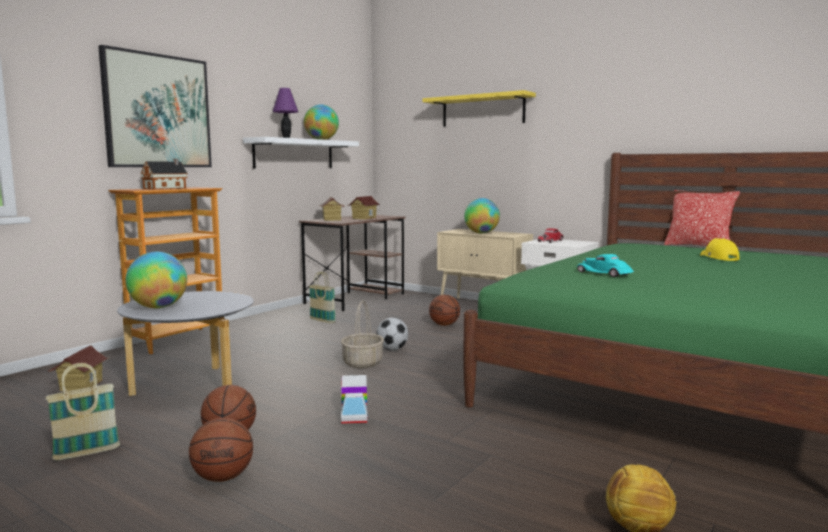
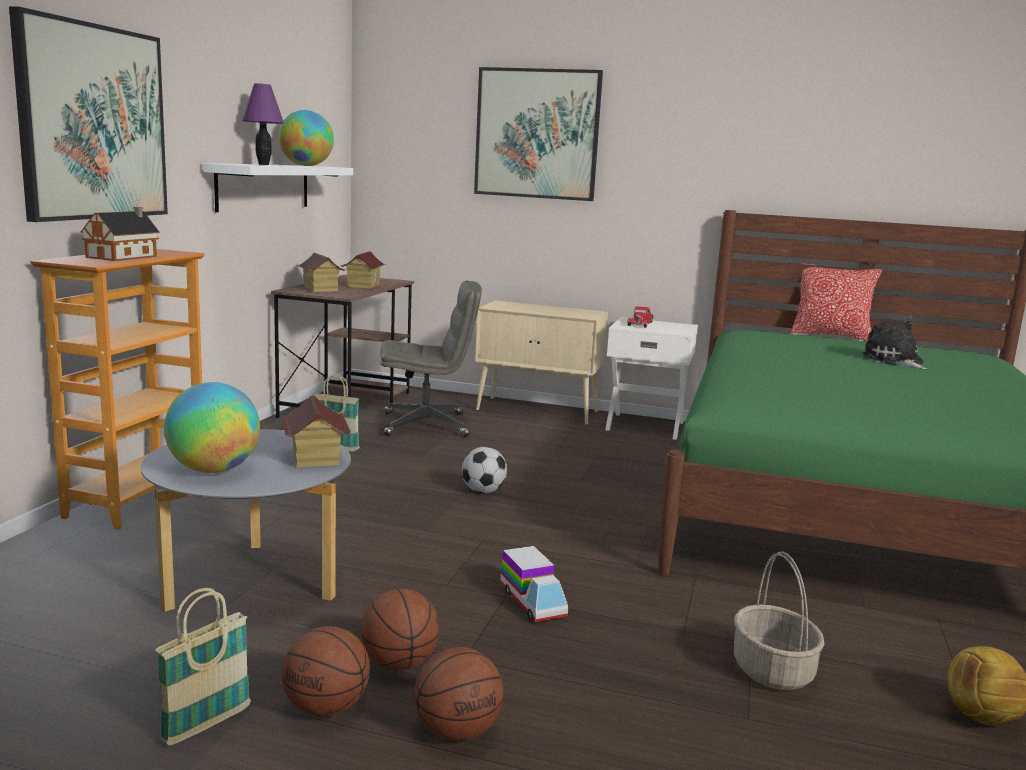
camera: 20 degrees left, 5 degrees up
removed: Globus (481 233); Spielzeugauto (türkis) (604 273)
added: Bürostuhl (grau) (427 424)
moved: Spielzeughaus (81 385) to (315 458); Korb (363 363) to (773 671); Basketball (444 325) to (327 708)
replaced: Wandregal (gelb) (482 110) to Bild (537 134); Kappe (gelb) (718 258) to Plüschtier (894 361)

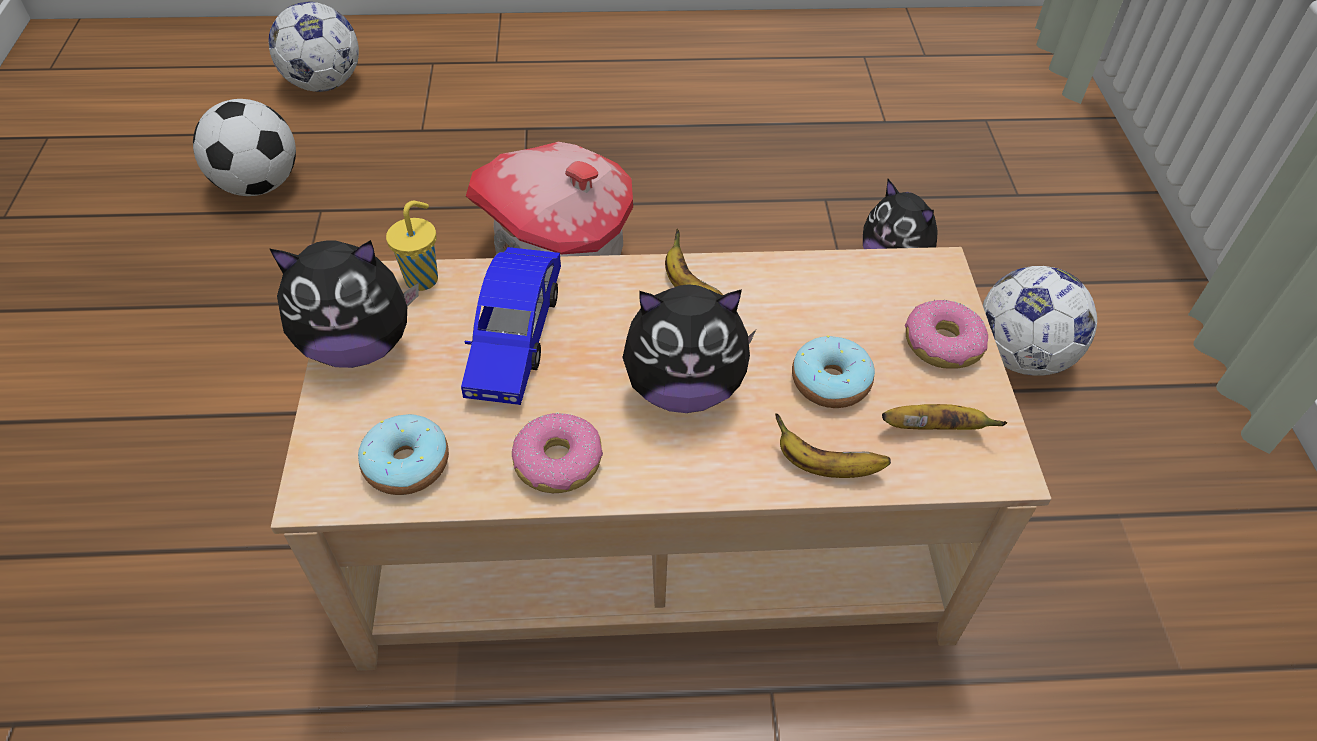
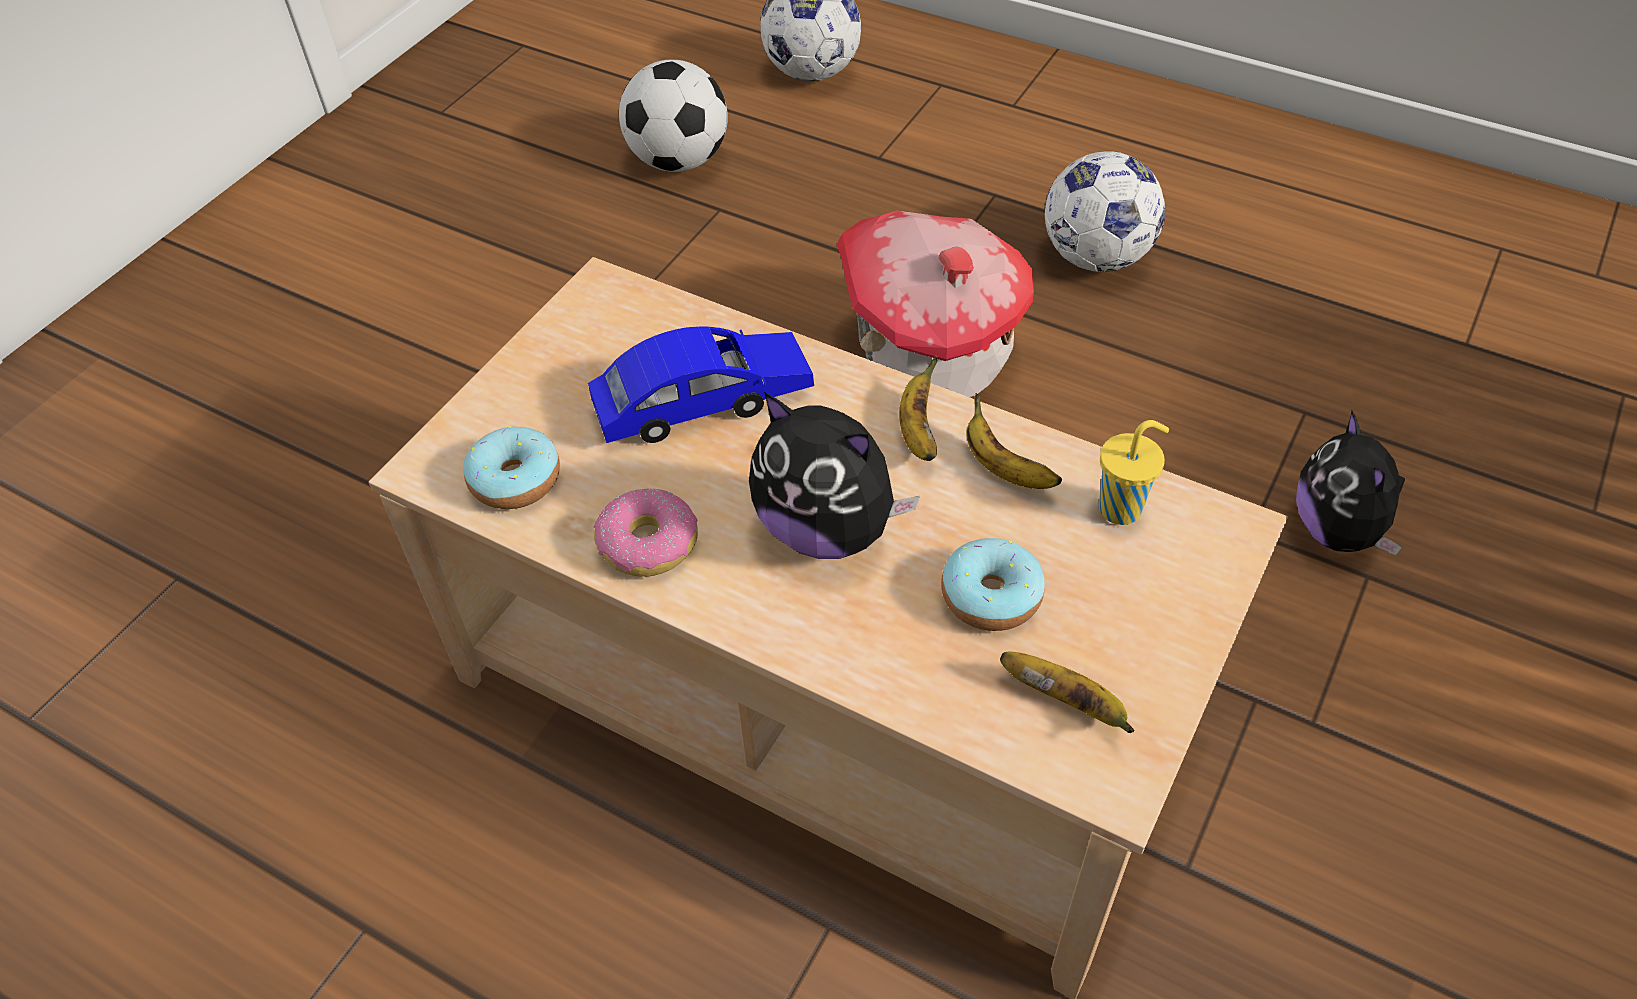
camera: 35 degrees right, 0 degrees up
removed: Plüschtier (358 345); Donut (941 344)
moved: Tasse (gelb) (423 278) to (1122 508); Banane (825 467) to (1004 468); Fußball (1021 356) to (1097 258)
turned: Spielzeugauto (blau) (516 337) = (704 402) 150 degrees counterclockwise

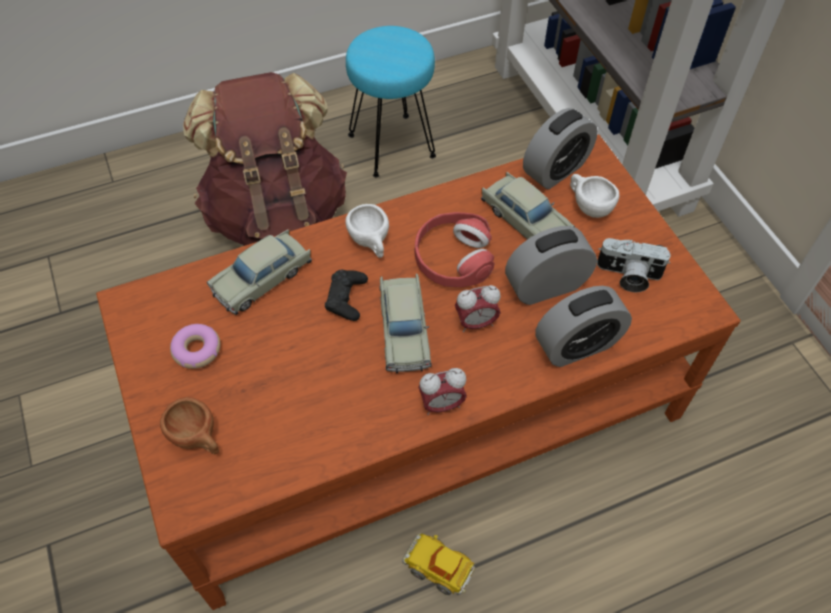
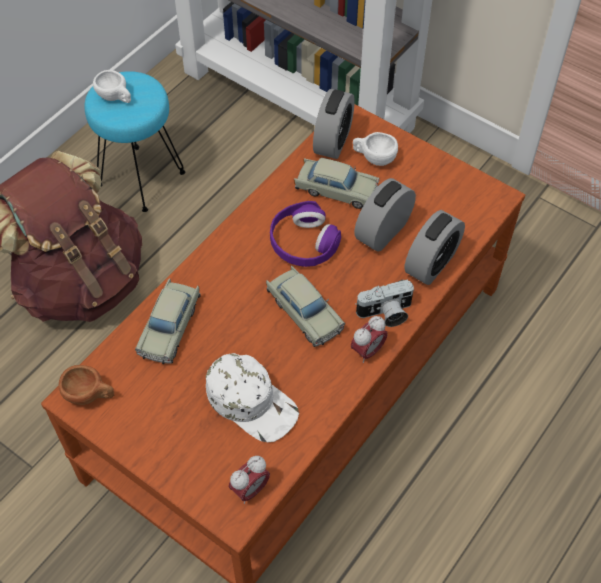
camera: 30 degrees left, 0 degrees up
removed: Donut (197 350); Gamepad (schwarz) (346 298); Spielzeugauto (439 567)
added: Kappe (weiß) (252 401)
moved: Tasse (braun) (198 438) to (90 395); Tasse (weiß) (371 242) to (115 97); Wecker (475 323) to (250 489); Kamera (628 276) to (386 314)
recoloured: Kopfhörer (rot) (453 258) to Kopfhörer (lila) (303 242)

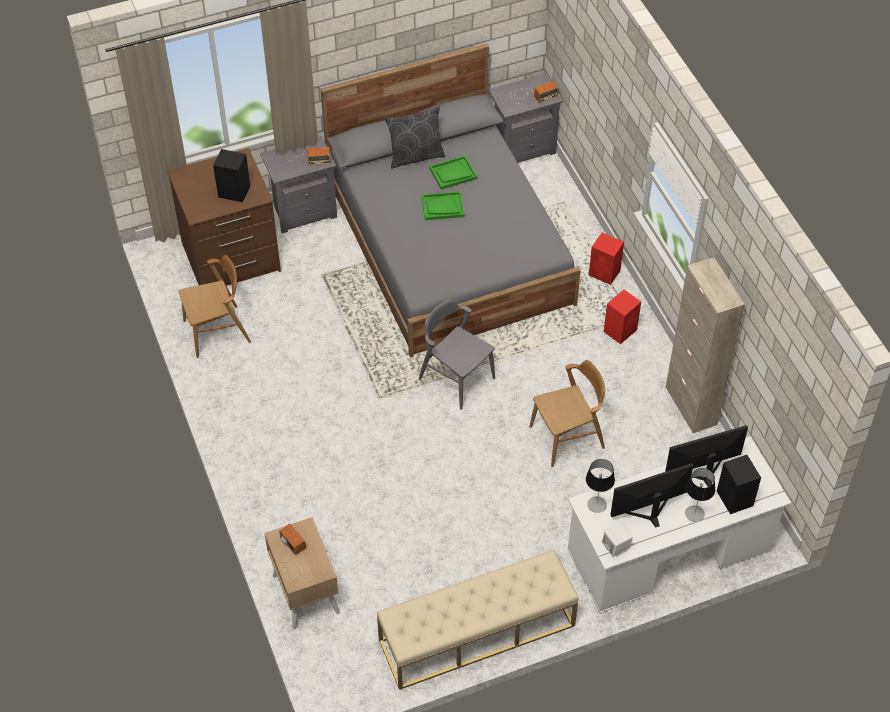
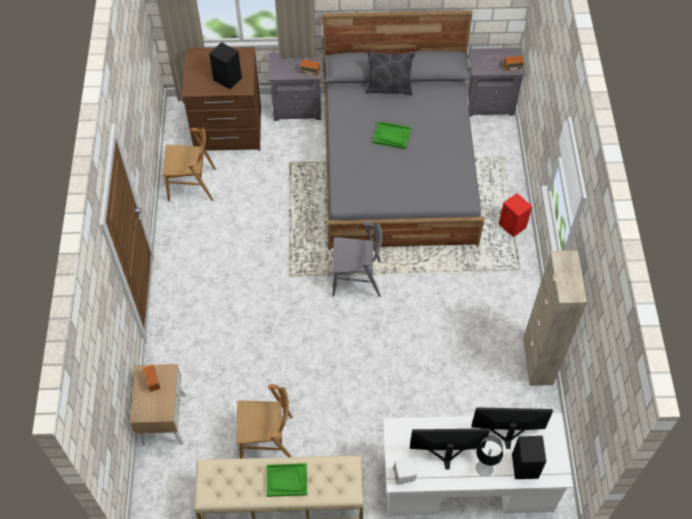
camera: 20 degrees right, 5 degrees up
removed: Tischlampe (596 504); Lautsprecher (rot) (620 330)
moved: Tablett (grün) (453 173) to (286 480); Stuhl (braun) (567 437) to (267 439)
turned: Stuhl (grau) (456 378) = (357 278) 120 degrees clockwise

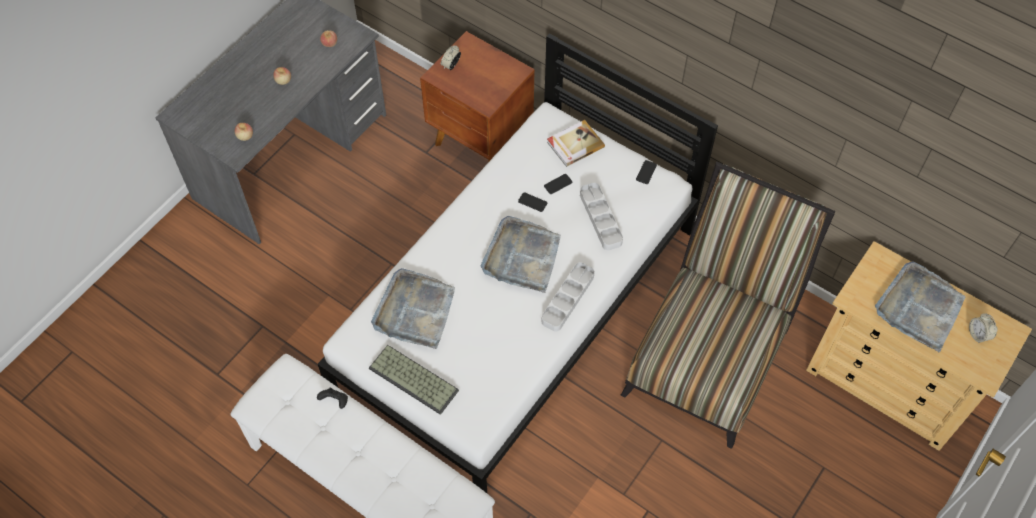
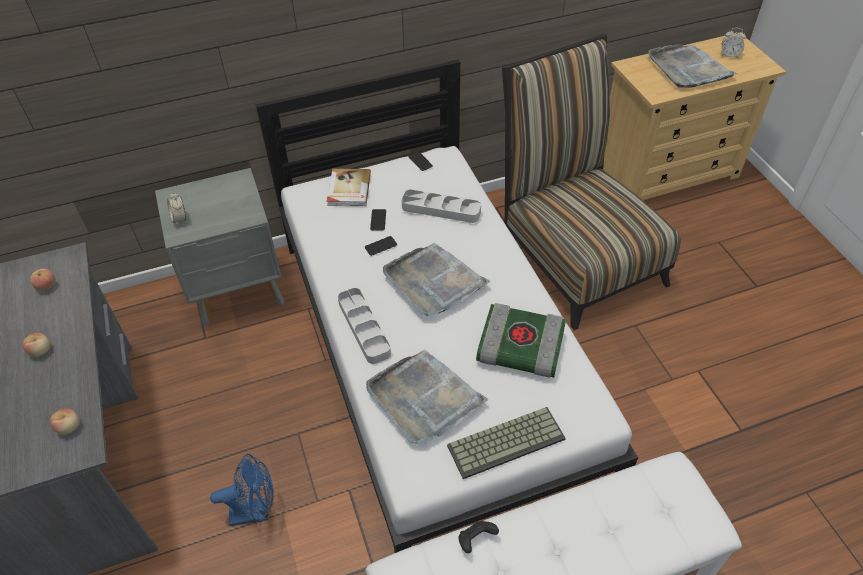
camera: 55 degrees left, 10 degrees down
added: Ventilator (blau) (256 511); Buch (519 349)
moved: Tablett (grau) (568 299) to (364 328)
recoloured: Nachttisch (braun) (482 142) to Nachttisch (grau) (239 290)

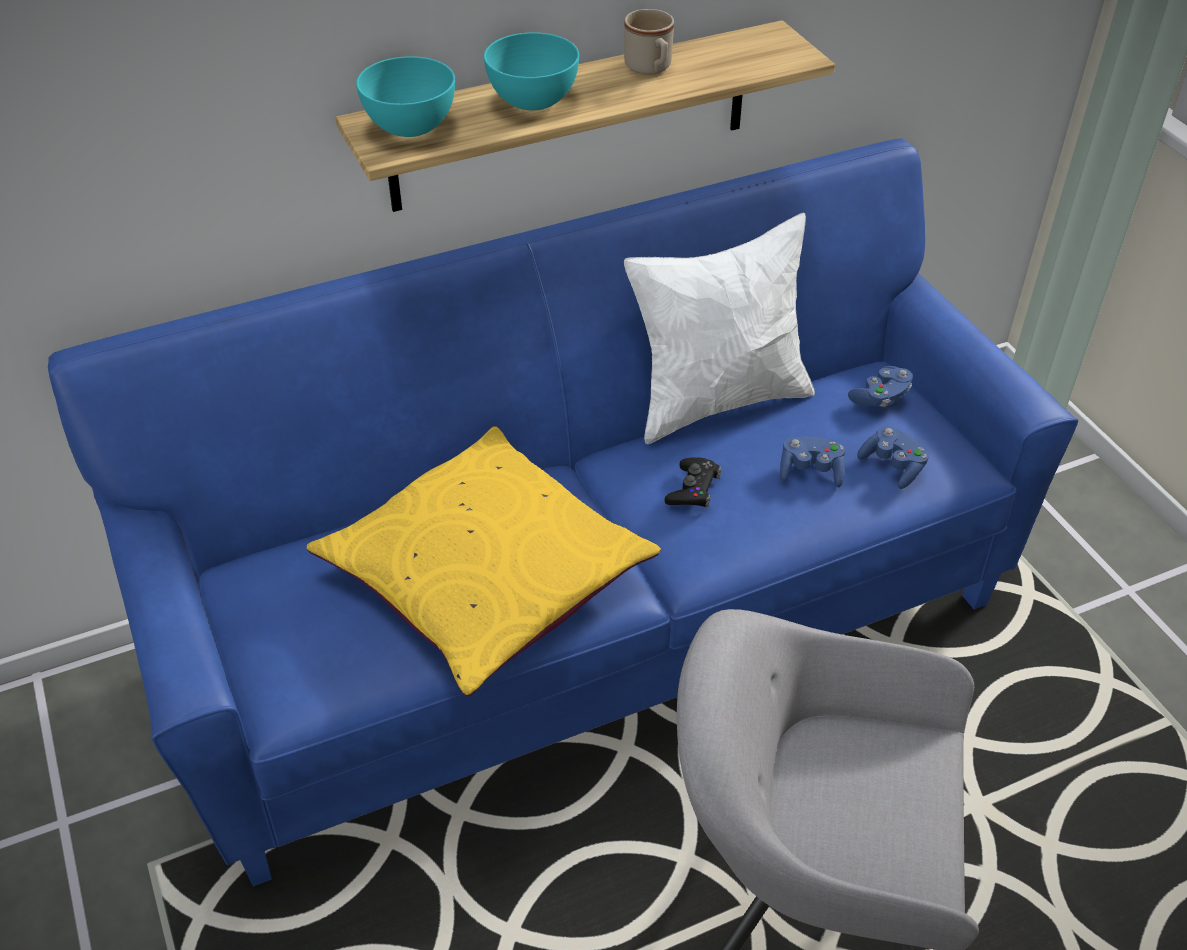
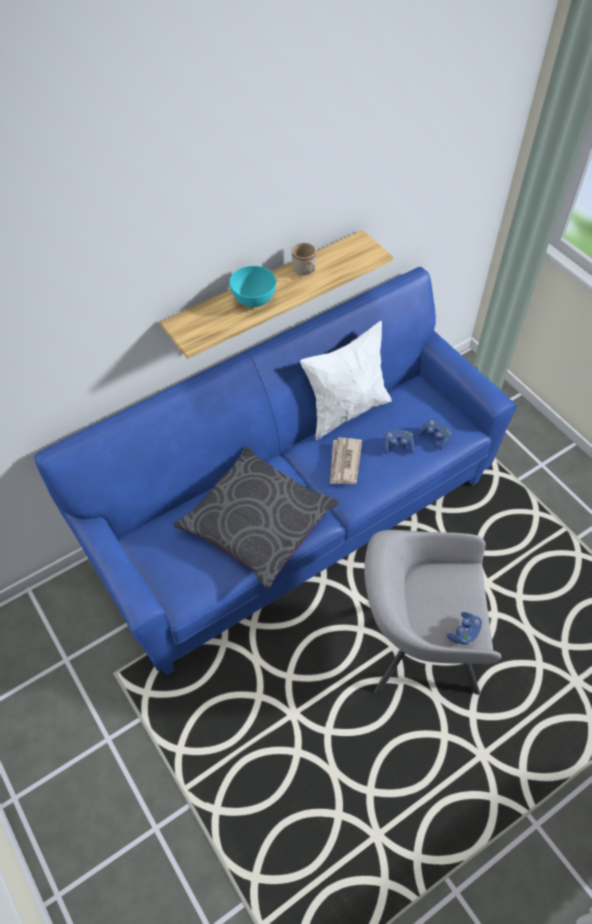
camera: 10 degrees left, 10 degrees up
removed: Schüssel (türkis) (411 127)
moved: Gamepad (blau) (880 398) to (464 633)
replaced: Gamepad (schwarz) (693 489) to Zeitung (344 462)
recoloured: Kissen (gelb) (485 575) to Kissen (grau) (257 523)

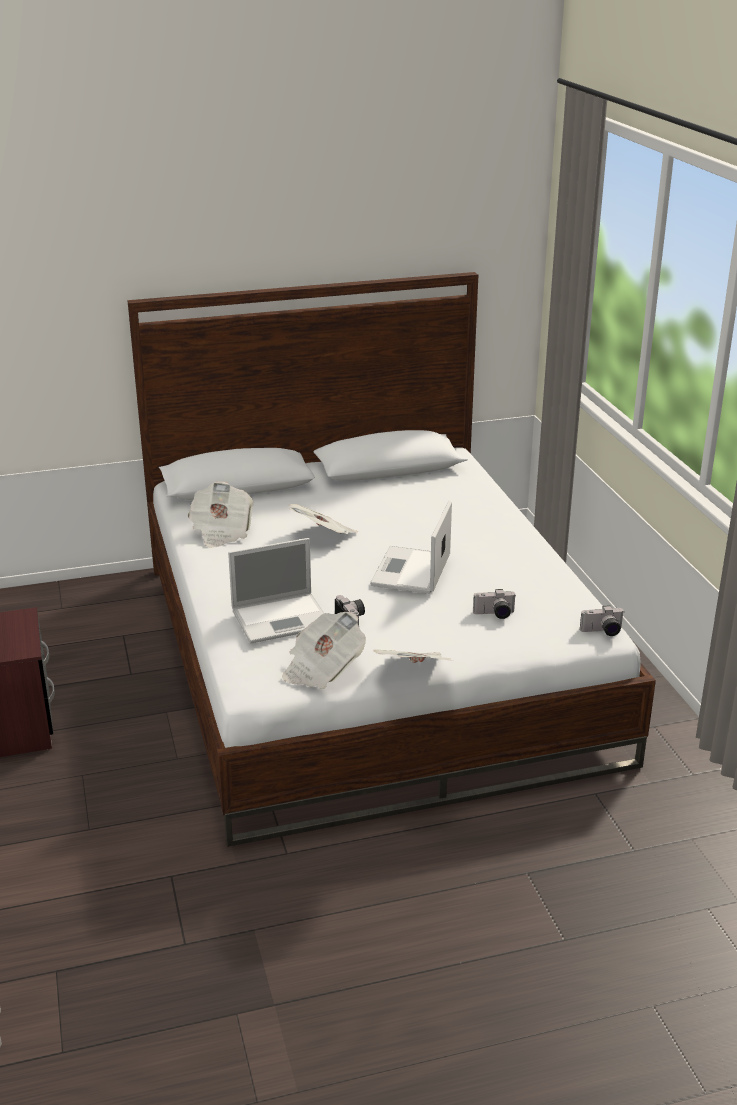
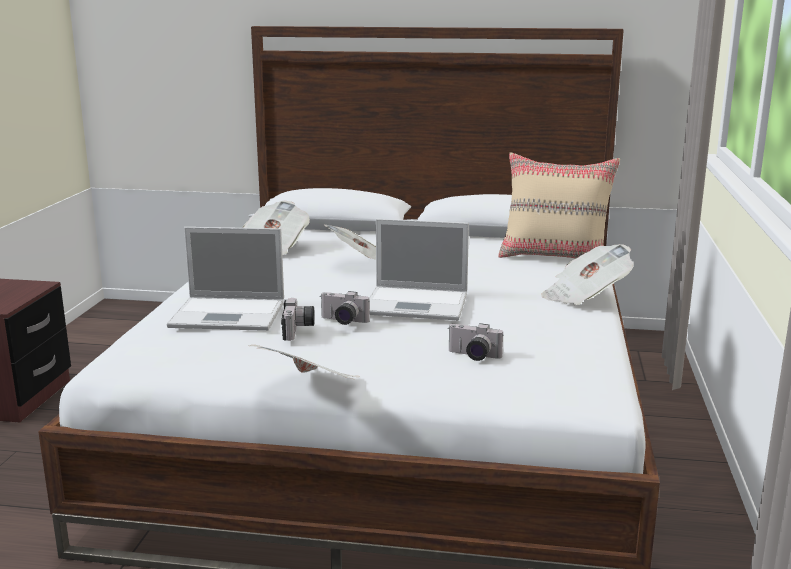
camera: 25 degrees right, 10 degrees down
added: Kissen (beige) (555 257)
moved: Zeitung (322 669) to (585 296); Kamera (602 632) to (342 321)
turned: Laptop (411 572) = (418 304) 120 degrees counterclockwise

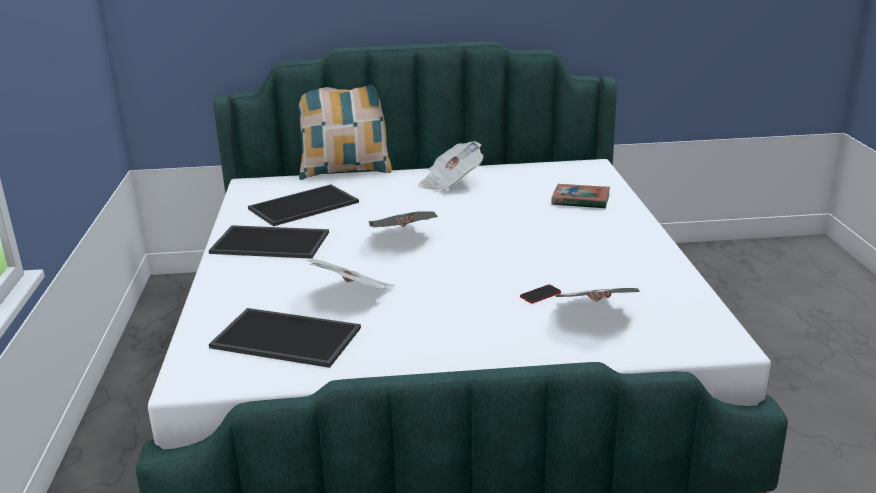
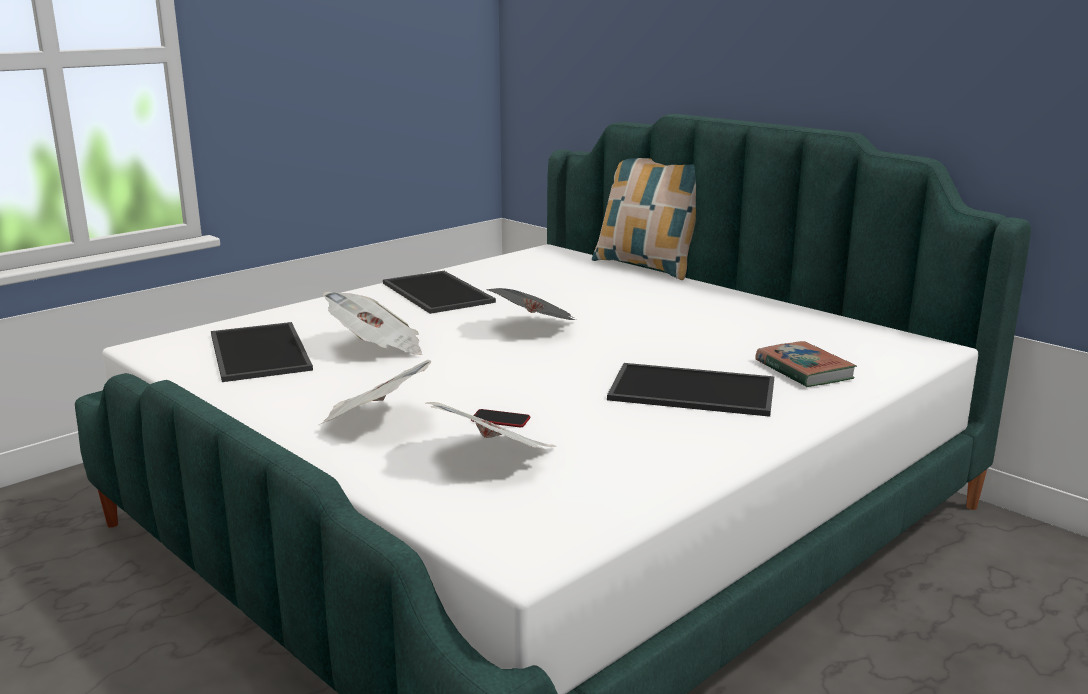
camera: 50 degrees right, 5 degrees down
moved: Tablett (303 206) to (690 391); Zeitung (450 183) to (376 421)

